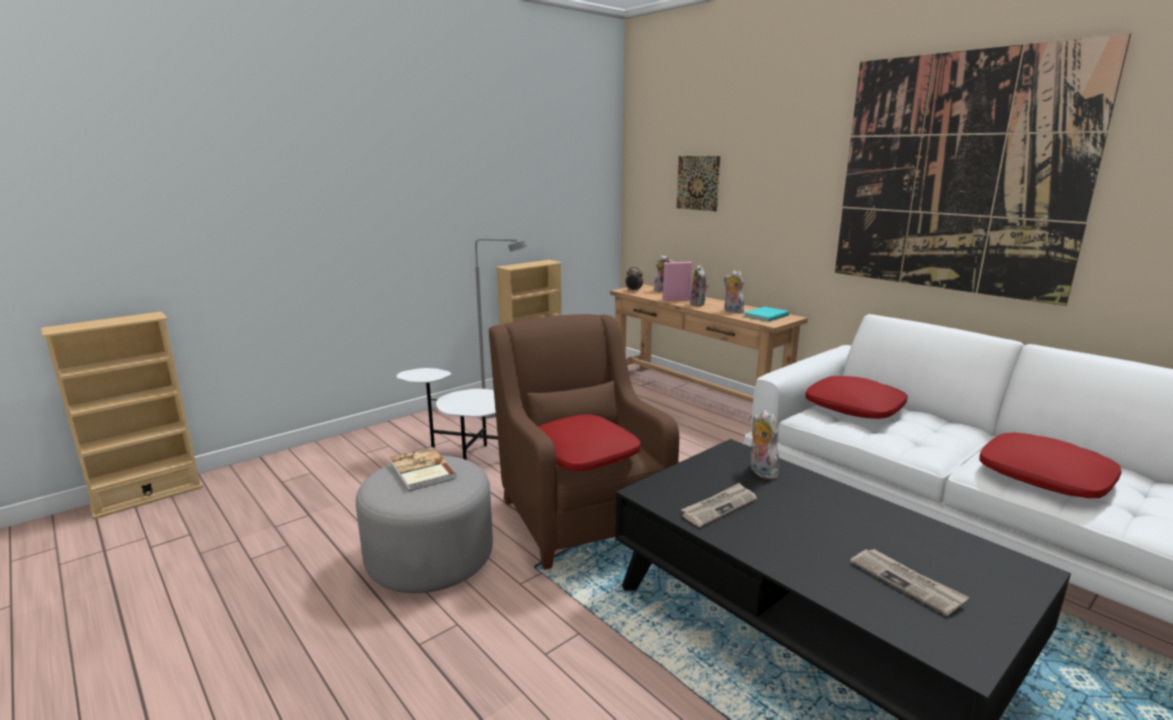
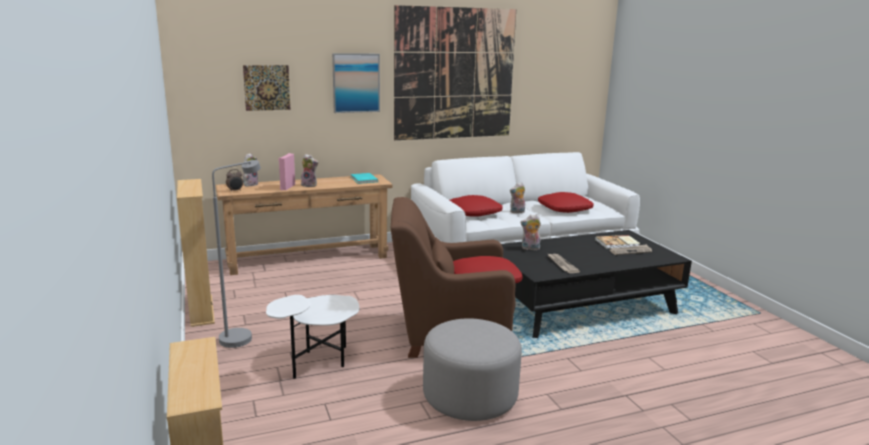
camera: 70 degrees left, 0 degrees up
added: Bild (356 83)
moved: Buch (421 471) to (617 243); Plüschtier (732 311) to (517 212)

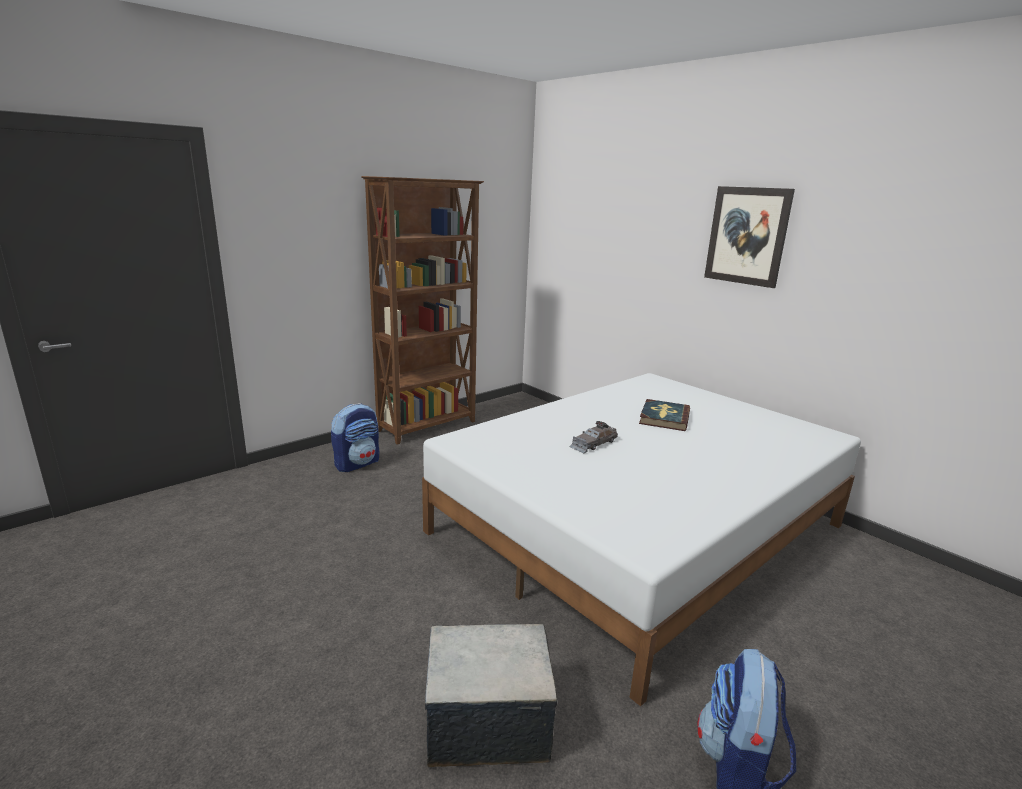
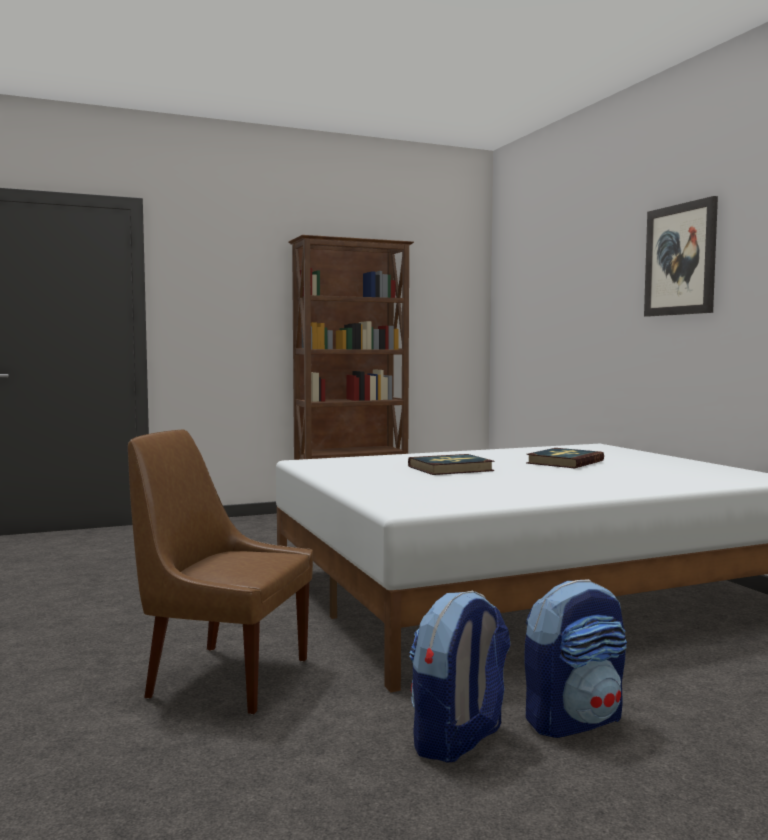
camera: 20 degrees right, 15 degrees down
moved: Rucksack (357 463) to (574 720)
replaced: Aufbewahrungsbox (487 720) to Stuhl (braun) (223 677); Spielzeugauto (grau) (593 443) to Buch (450 468)

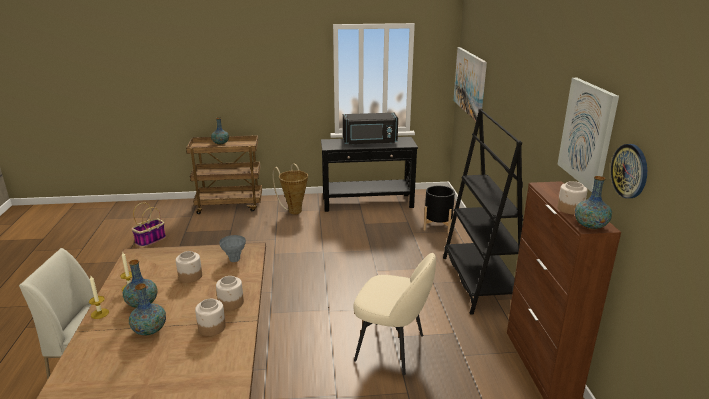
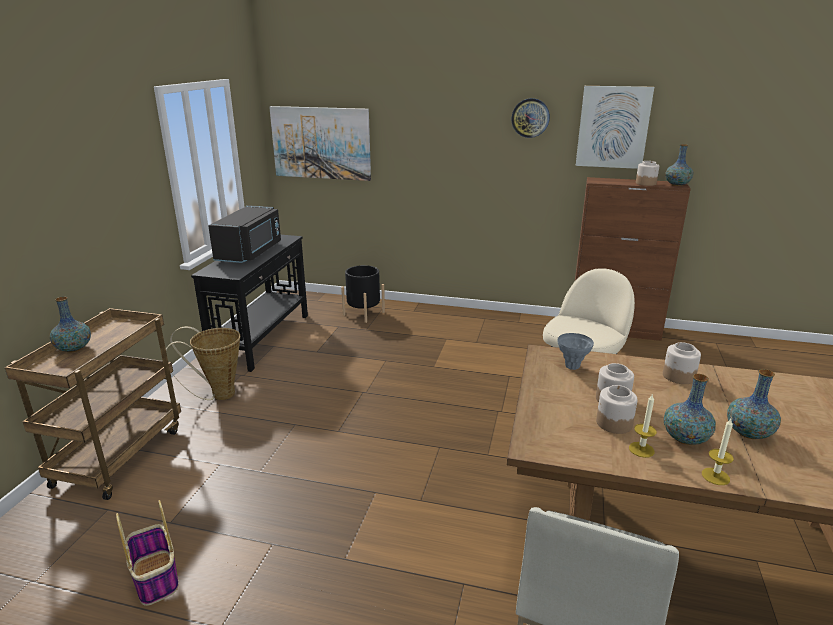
camera: 70 degrees left, 0 degrees up
removed: Bücherregal (schwarz) (479 282)
moved: Vorratsglas (212 327) to (614 423); Wanduhr (630 171) to (530 118)

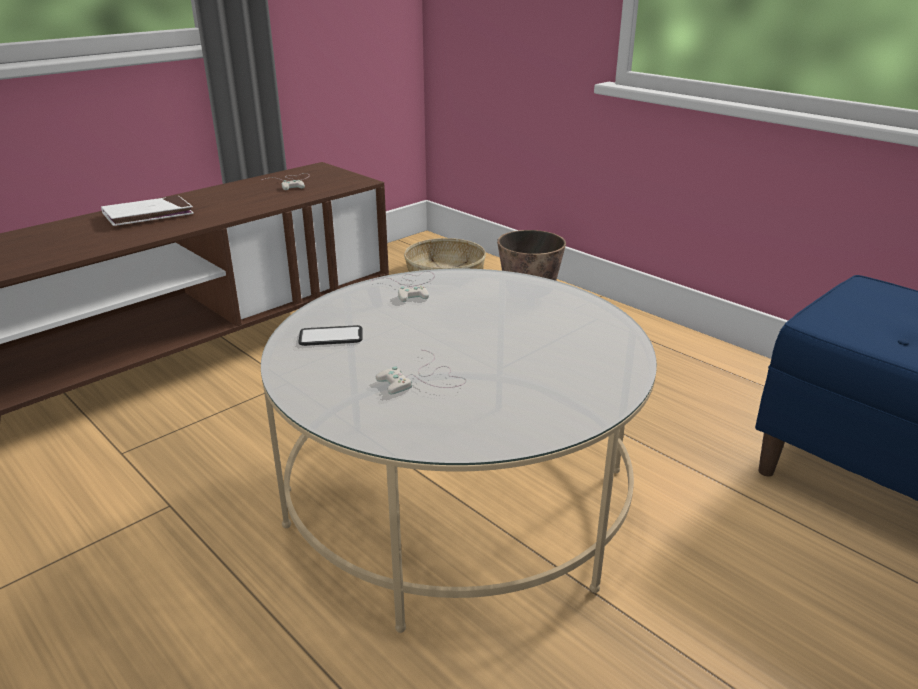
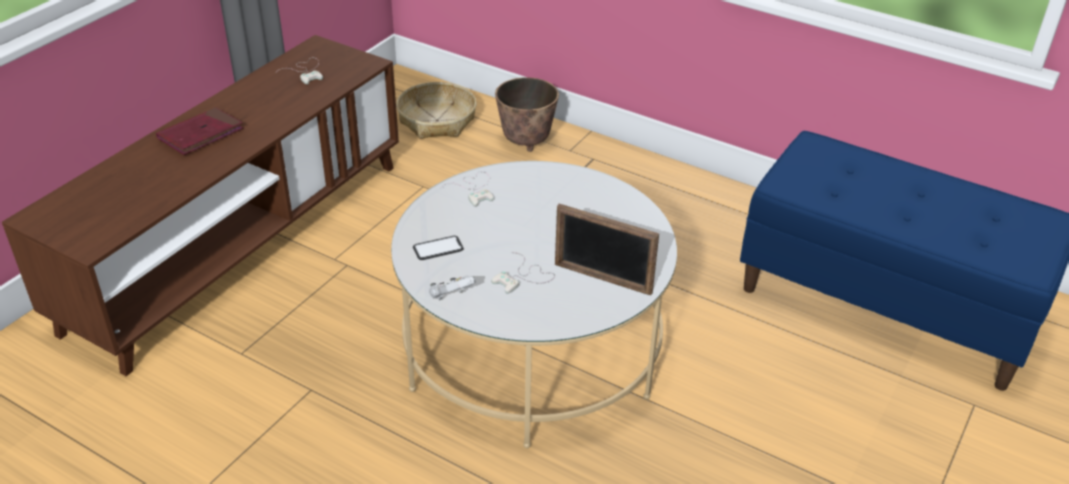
camera: 15 degrees left, 10 degrees up
added: Gamepad (weiß) (450 297); Bilderrahmen (602 279)
recoloured: Buch (weiß) (148 215) to Buch (rot) (201 135)

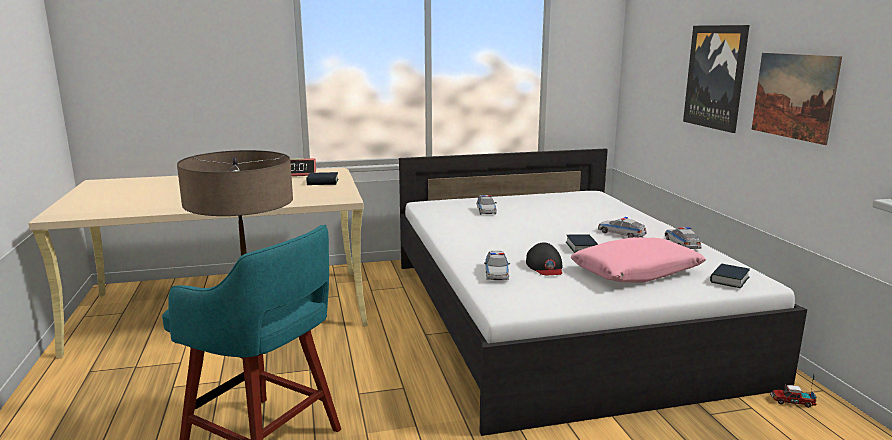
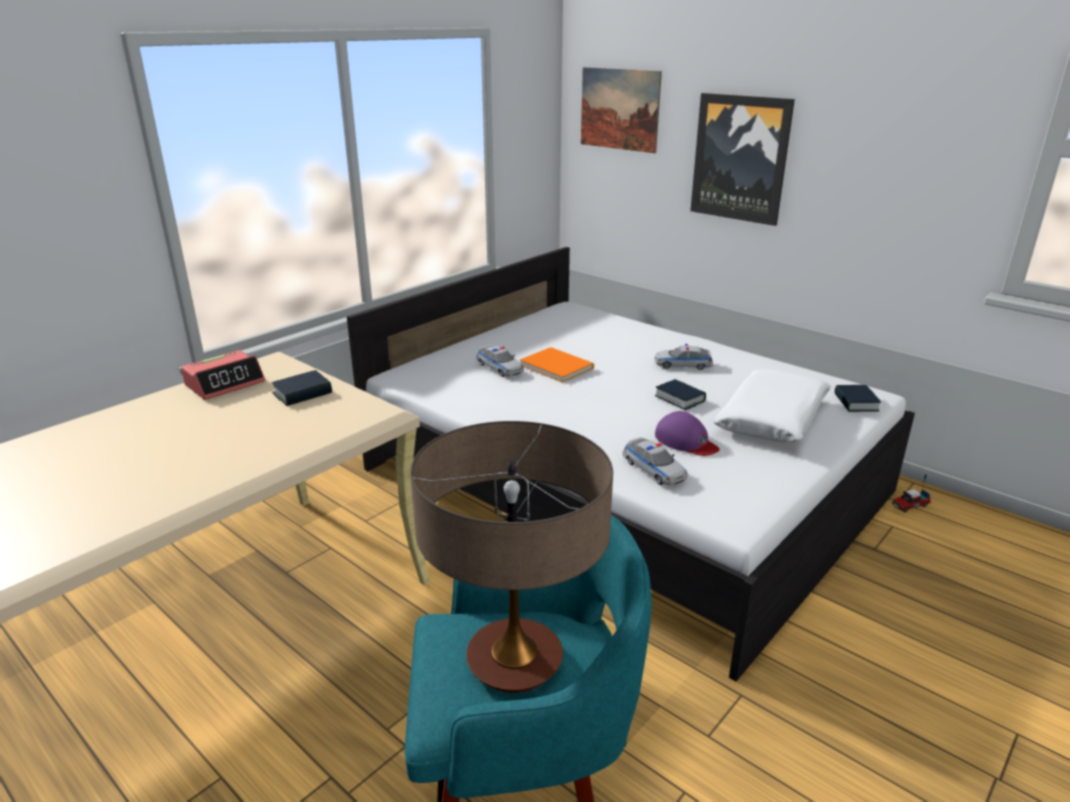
camera: 35 degrees left, 10 degrees up
removed: Spielzeugauto (682 244)
added: Buch (orange) (556 365)
moved: Bild (793 96) to (619 109)
recoloured: Kappe (schwarz) (545 266) to Kappe (lila) (686 441); Kissen (rosa) (636 272) to Kissen (weiß) (772 419)

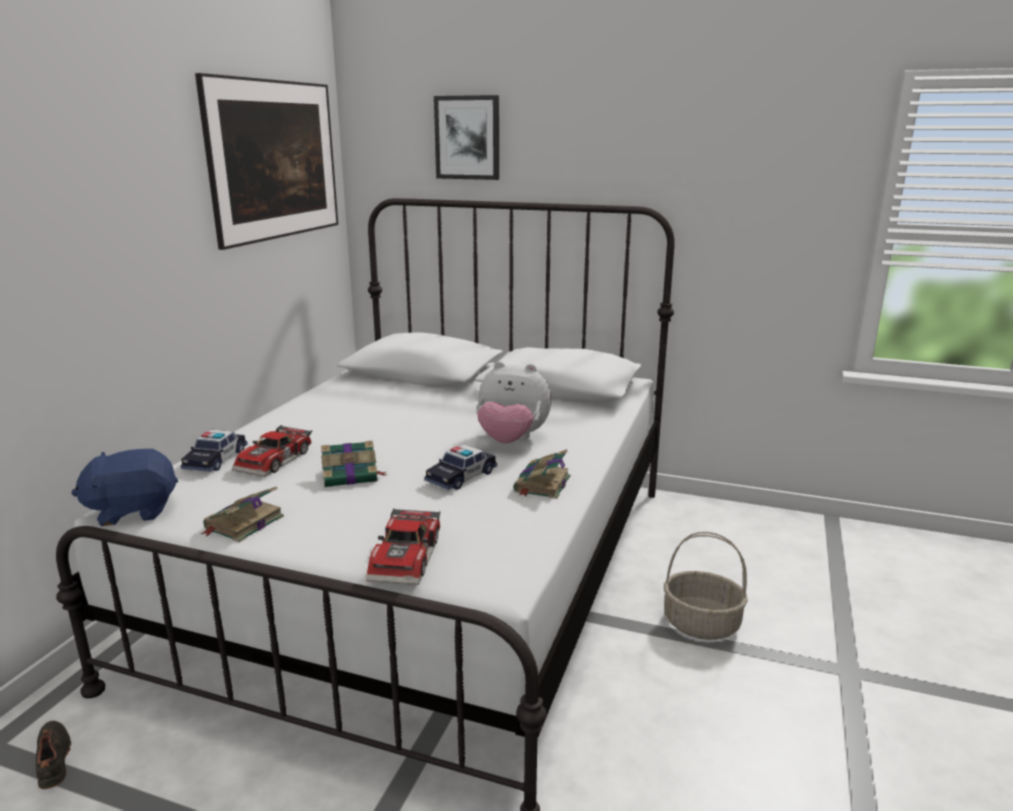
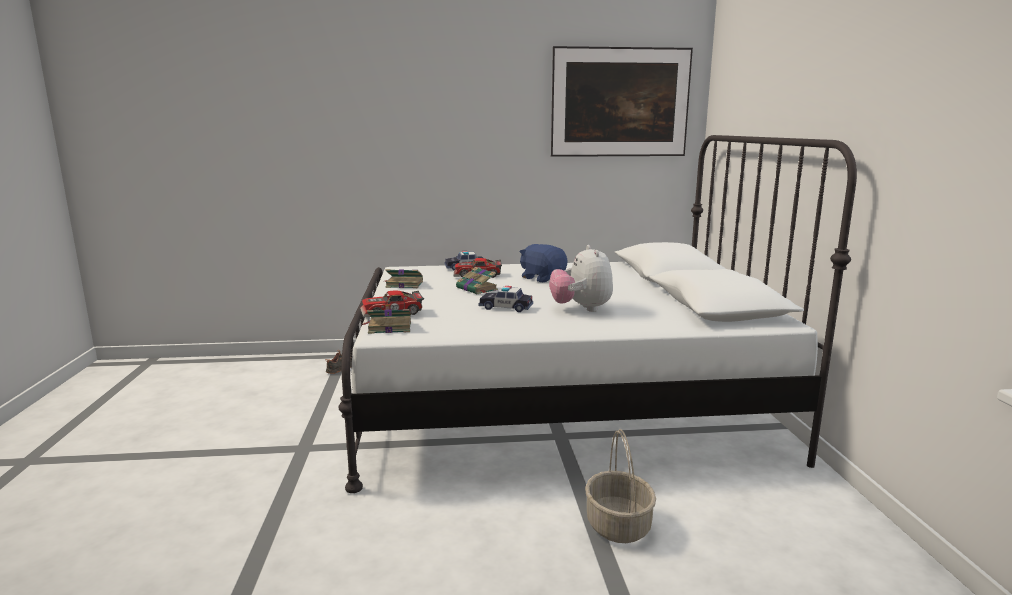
camera: 65 degrees right, 5 degrees down
removed: Bild (467 138)
moved: Plüschtier (blau) (133 510) to (542 278); Buch (542 484) to (388 327)

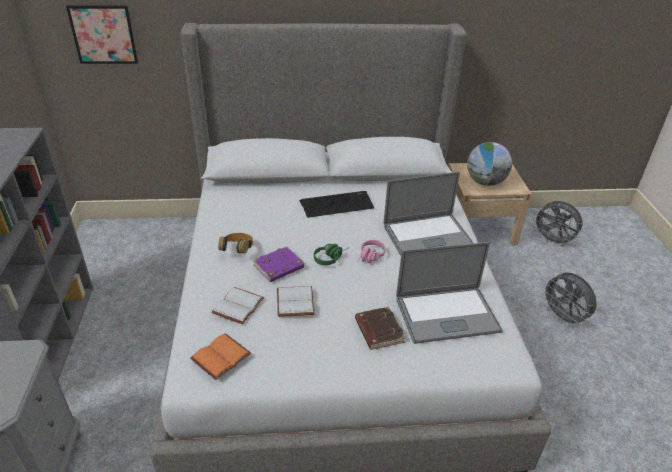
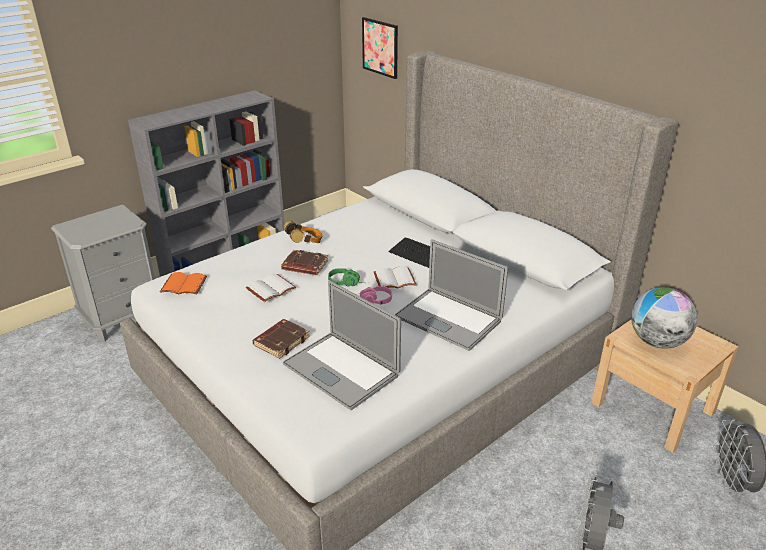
camera: 55 degrees right, 5 degrees down
moved: Buch (weiß) (239 307) to (394 280)
recoloured: Buch (lila) (279 268) to Buch (braun) (304 266)

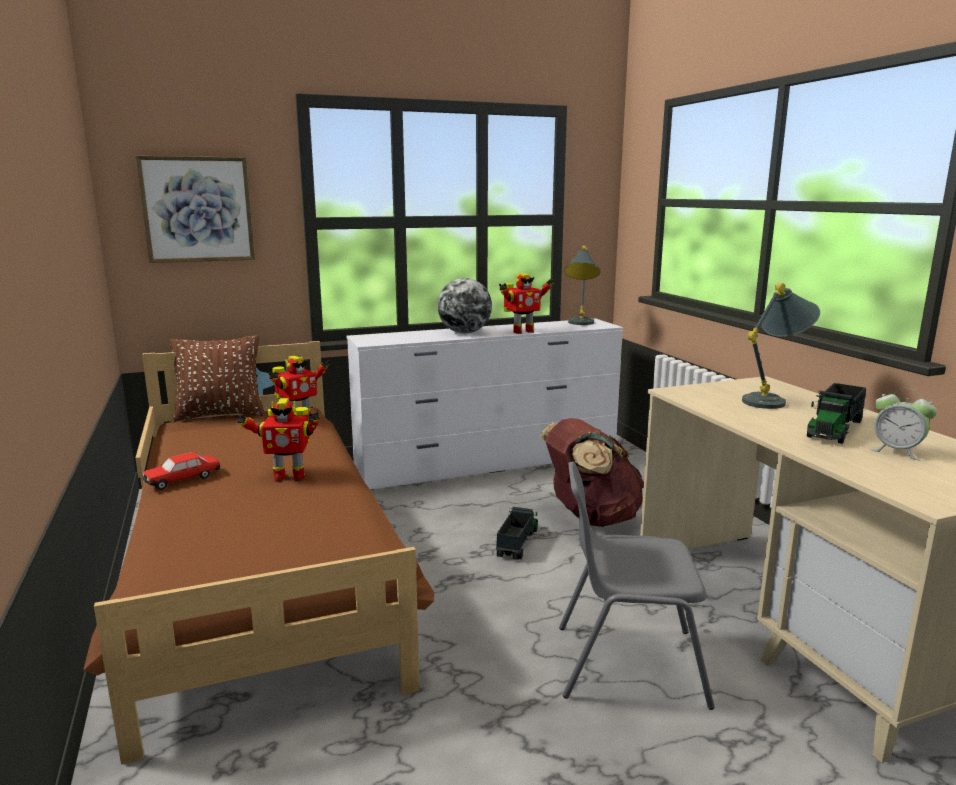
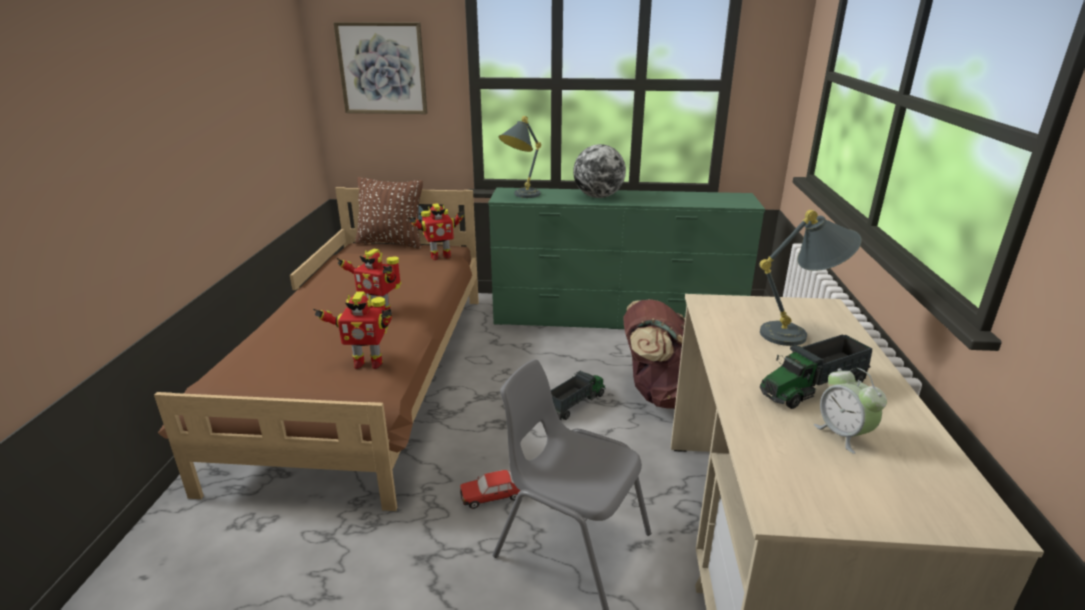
camera: 25 degrees right, 10 degrees up
moved: Spielzeugauto (183 479) to (495 495); Spielzeugroboter (522 331) to (367 363); Tischlampe (grau) (580 324) to (521 196)
recoloured: Kommode (weiß) (489 463) to Kommode (grün) (616 319)

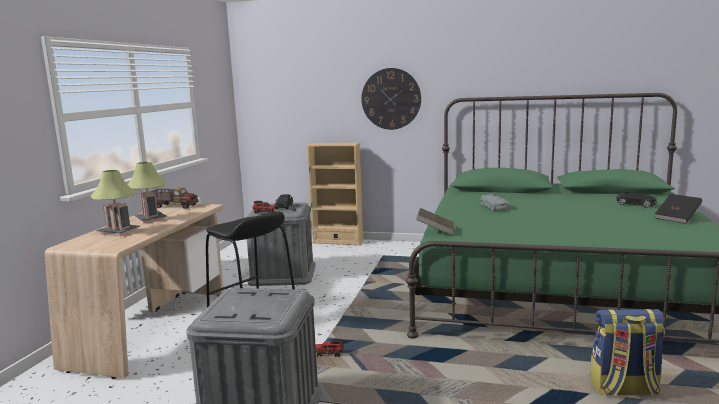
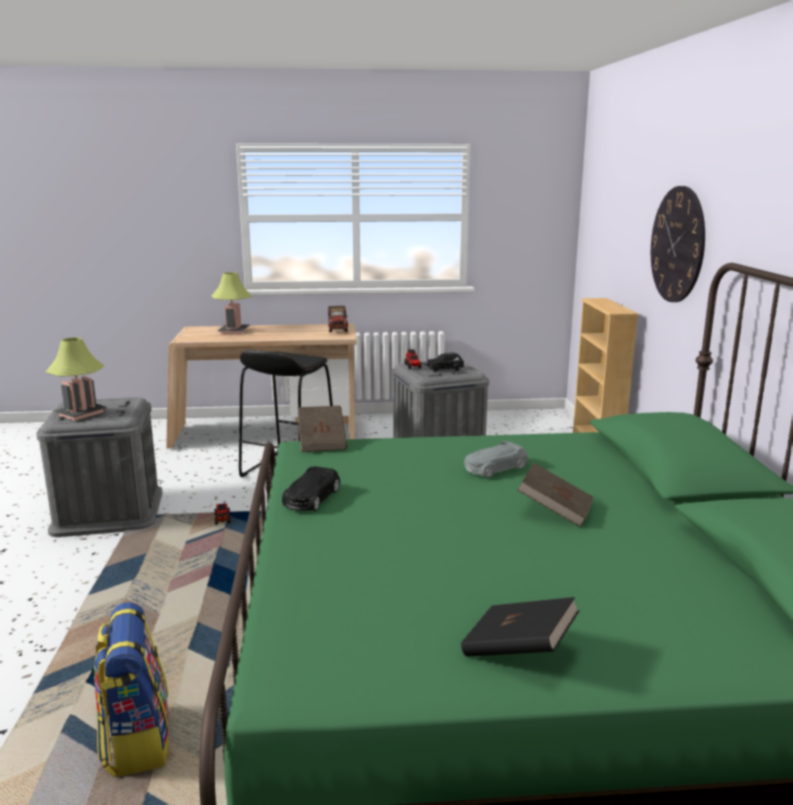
camera: 70 degrees right, 5 degrees up
added: Buch (braun) (555 510)
moved: Tischlampe (151 219) to (81 413); Spielzeugauto (schwarz) (636 204) to (311 498)

